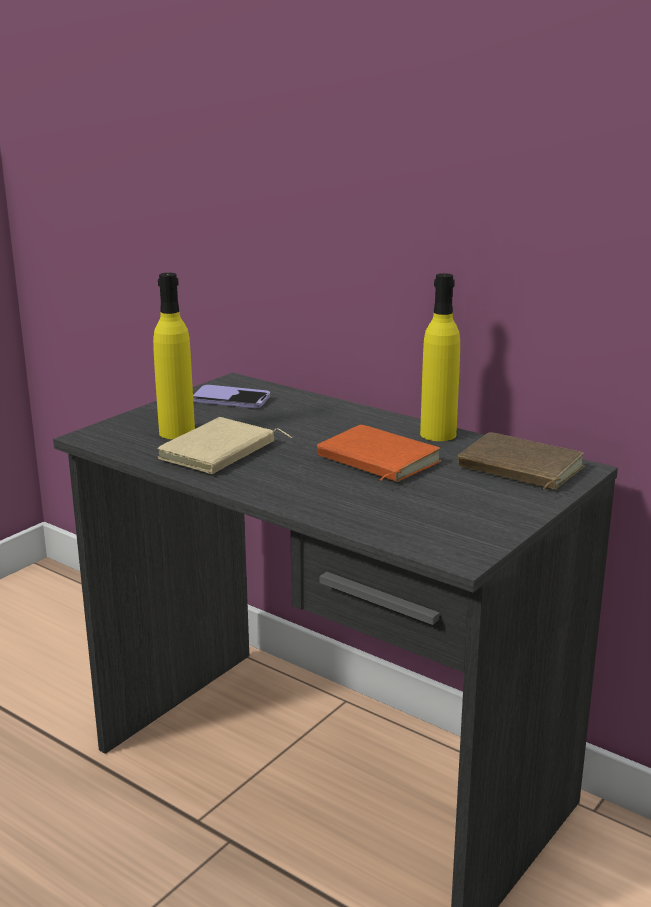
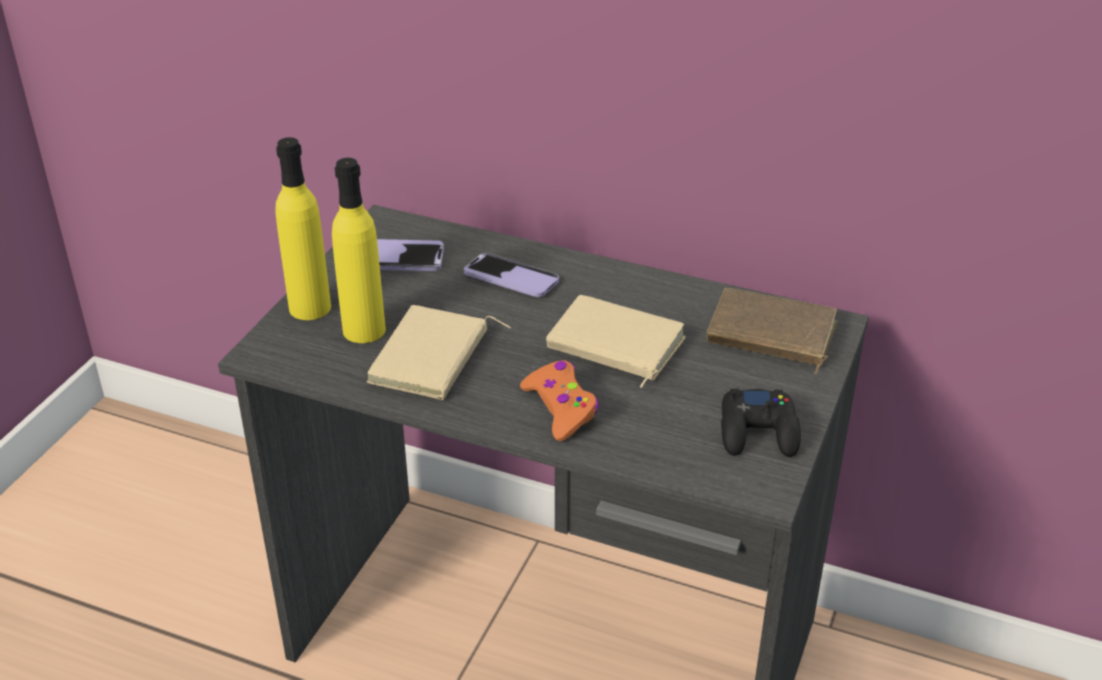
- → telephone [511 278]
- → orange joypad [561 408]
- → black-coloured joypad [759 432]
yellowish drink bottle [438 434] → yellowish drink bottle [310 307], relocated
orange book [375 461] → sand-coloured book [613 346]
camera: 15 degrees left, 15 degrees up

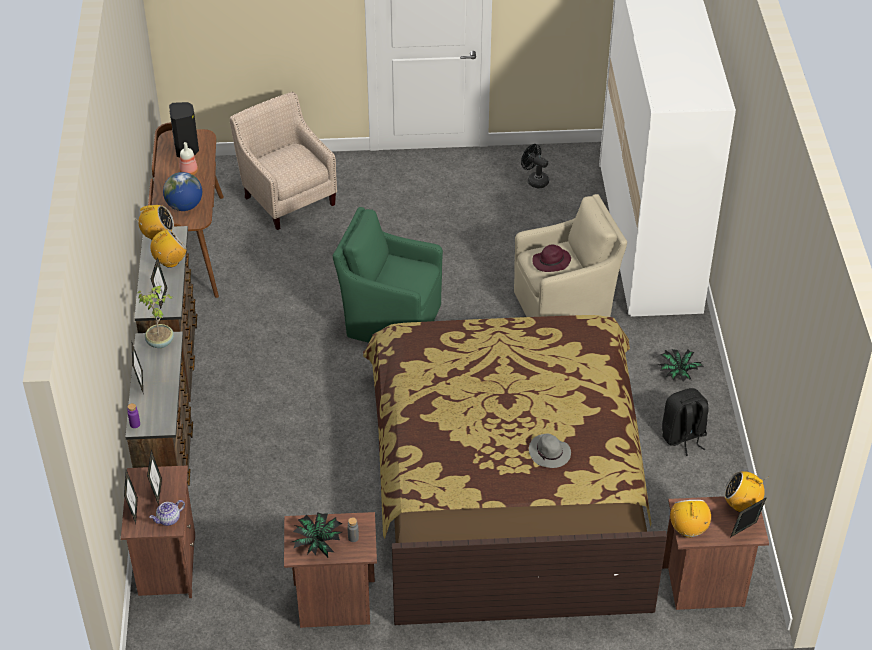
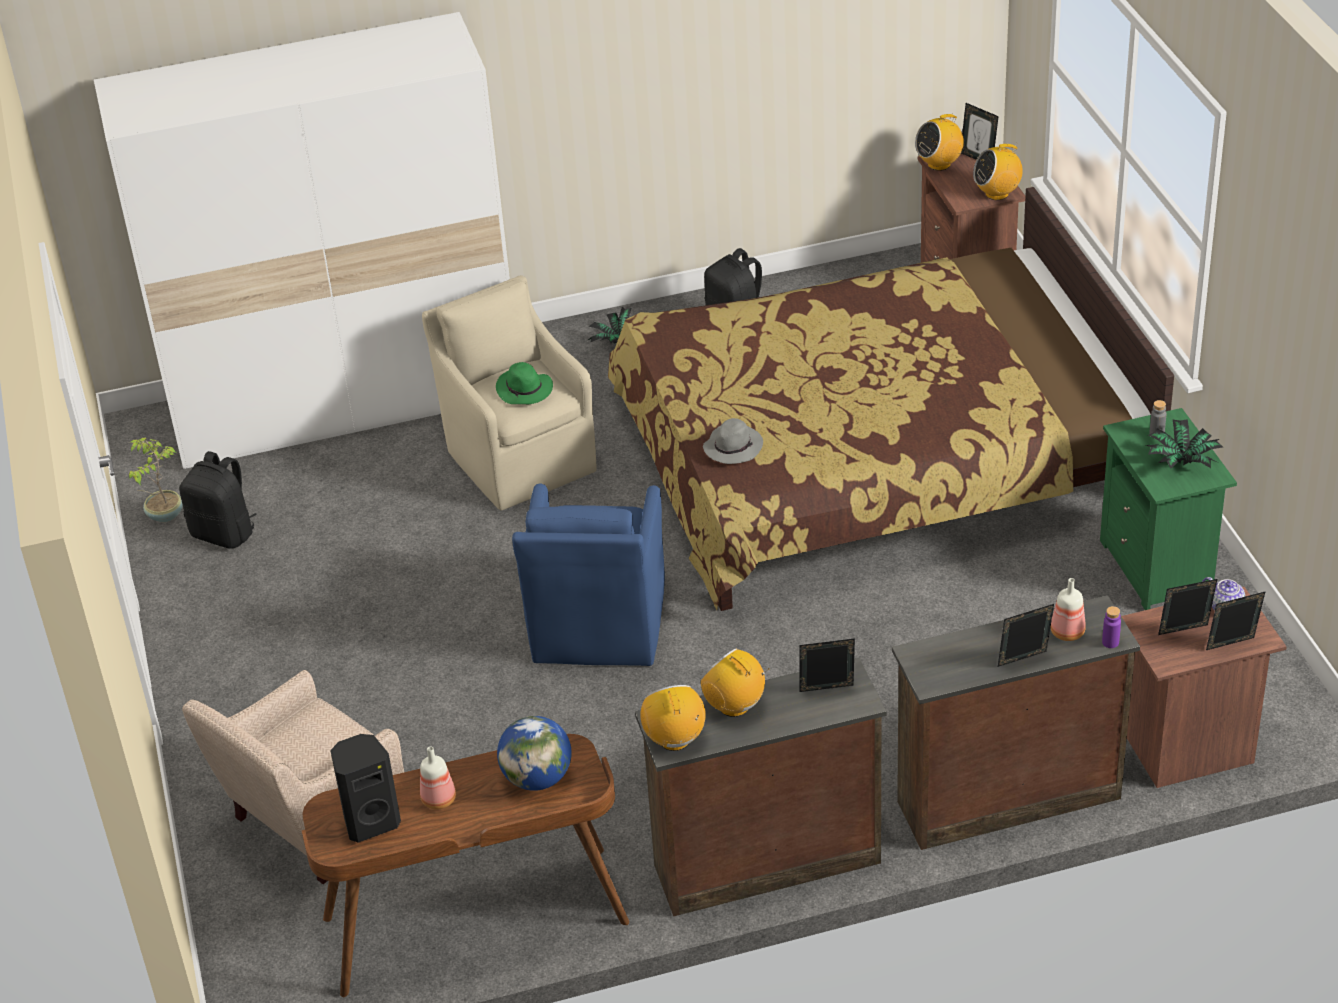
- → drink bottle [1066 633]
houseplant [160 342] → houseplant [164 515], relocated
greyish hat [550 453] → greyish hat [733 447], relocated
black-coloured cooling fan [535 180] → black-coloured rucksack [224 533]
brown-coloured bedside table [334 604] → green-coloured bedside table [1158 568]
green-coloured lounge chair [390 320] → bluish lounge chair [598 627]
purple hat [551 262] → green-coloured hat [525 390]
radio [741 505] → radio [939 164], 60 degrees clockwise
camera: 100 degrees left, 5 degrees down

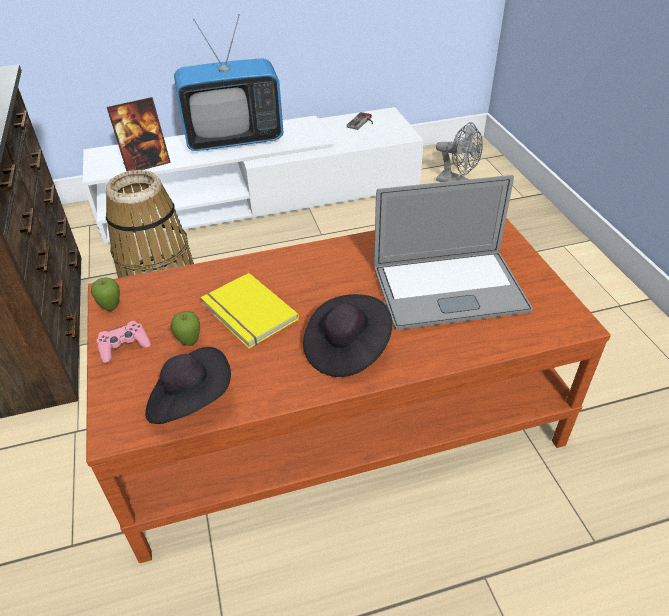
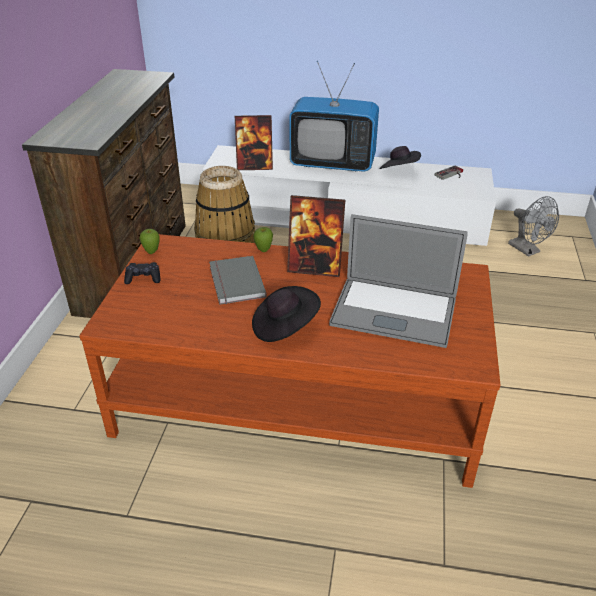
- → standing frame [315 268]
black-coloured hat [191 400] → black-coloured hat [399 170], relocated
apple [190 342] → apple [263 250], relocated
pinkish joypad [124 347] → black-coloured joypad [143 278]
yellowish book [247 313] → greyish book [235 282]
camera: 25 degrees right, 5 degrees down

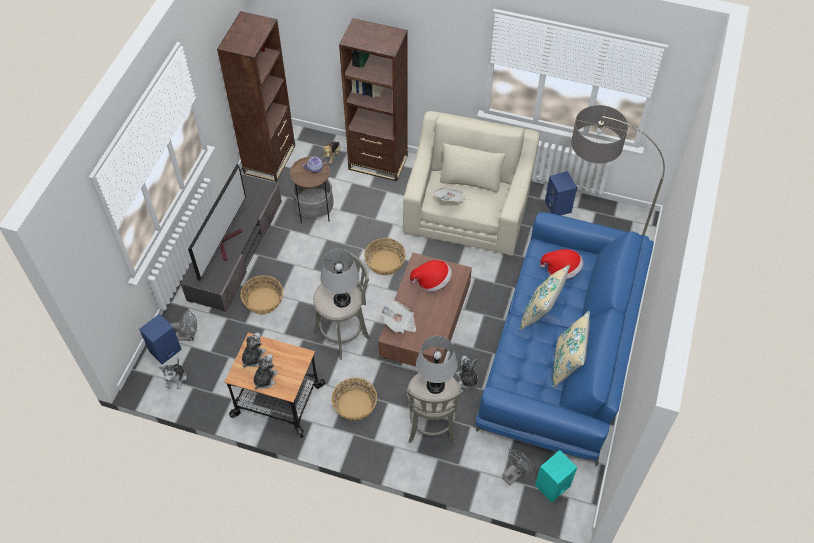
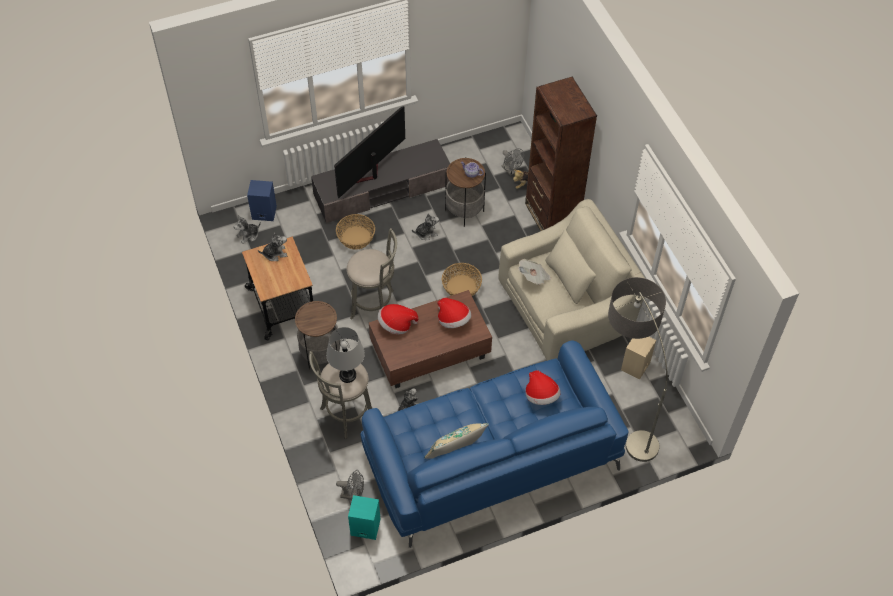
brown-coloured bookshelf [270 159] → -
greyish lamp for a table [342 300] → -
sand-coloured cushion [541 312] → -
greyish cooling fan [189 336] → greyish cooling fan [511 171], relocated
plush toy [265 378] → plush toy [426 233], relocated
household basket [354 405] → side table [321 354]
printed paper [399 323] → hat [396 325]
bluish loudspeaker [558 207] → sand-coloured loudspeaker [635 367]
TV set [226 242] → TV set [369 175], 150 degrees clockwise
camera: 50 degrees right, 0 degrees up

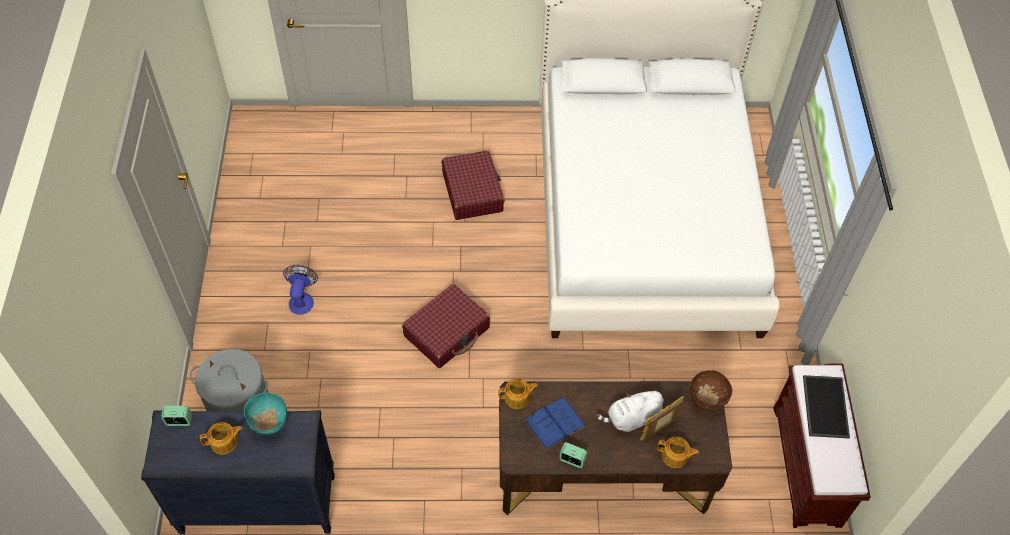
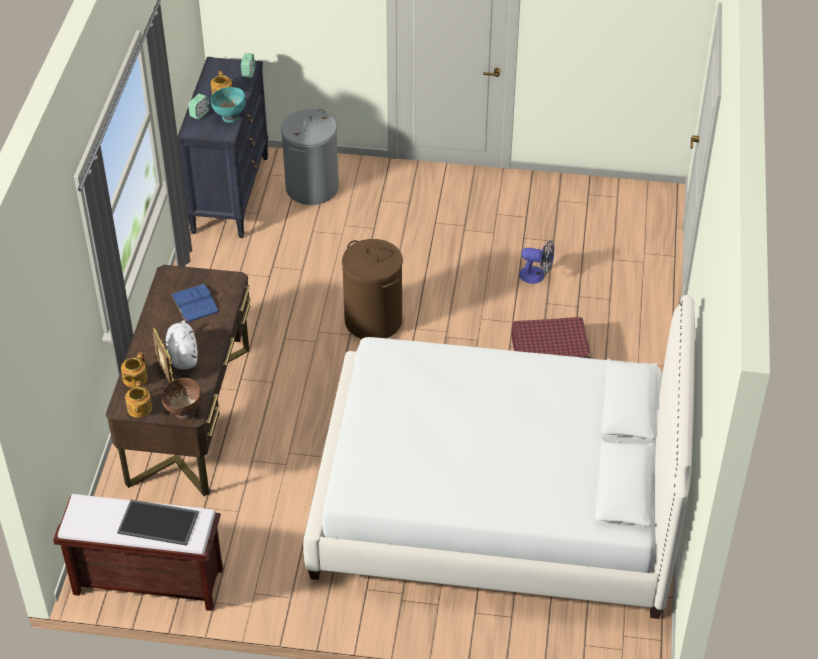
cooling fan [302 299] → cooling fan [536 275], relocated
tea pot [517 398] → tea pot [139 409], relocated
table clock [572 460] → table clock [199 114], relocated
red-coloured travel case [447 332] → brown-coloured laundry basket [373 320]
camera: 100 degrees right, 10 degrees down

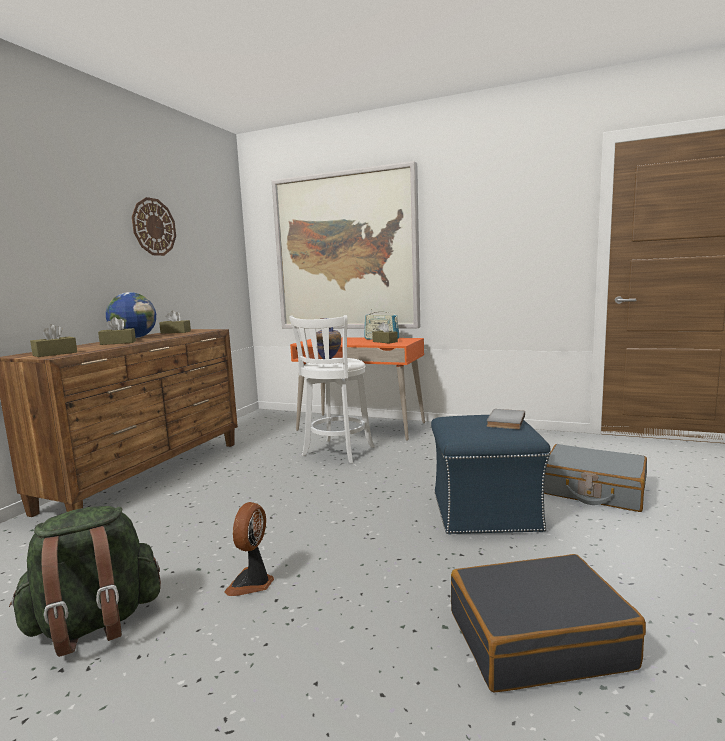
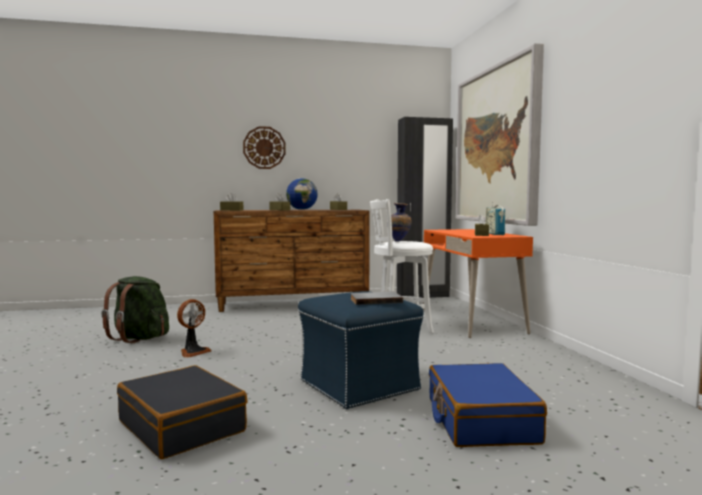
- → black-coloured armoire [423 296]
clock on the wall [154 227] → clock on the wall [264 147], relocated
greyish travel case [593 490] → bluish travel case [480 420]
cooling fan [252 583] → cooling fan [193 352], 150 degrees clockwise
camera: 55 degrees right, 5 degrees down

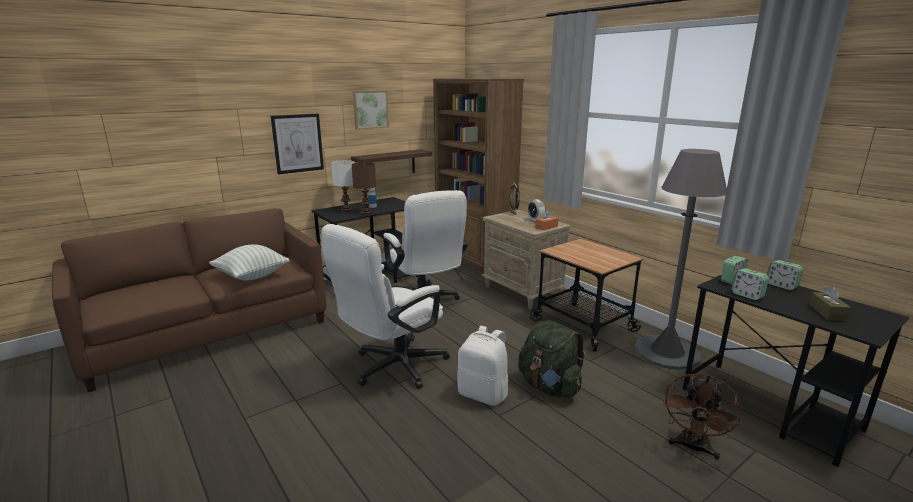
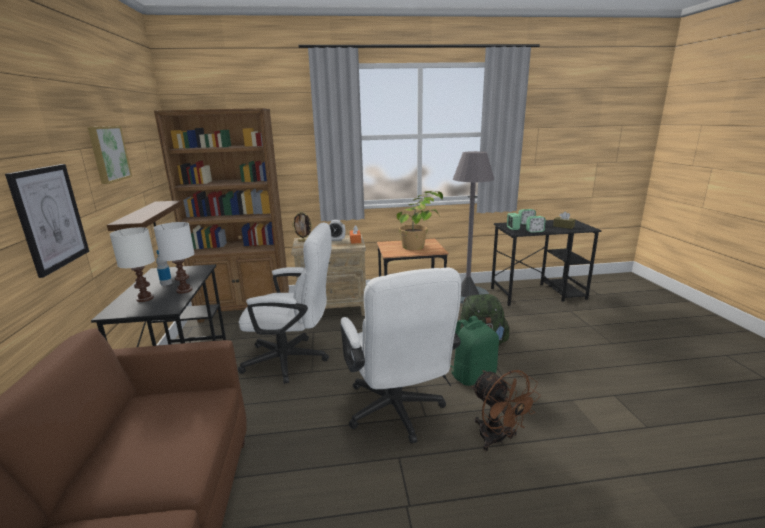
cushion [251 276] → -
- → houseplant [421 244]
brown-coloured cooling fan [693 448] → brown-coloured cooling fan [497 439], relocated
brown-coloured lamp for a table [365 213] → white lamp for a table [183 290]
white rucksack [483 394] → green-coloured rucksack [472 375]
camera: 60 degrees left, 0 degrees up

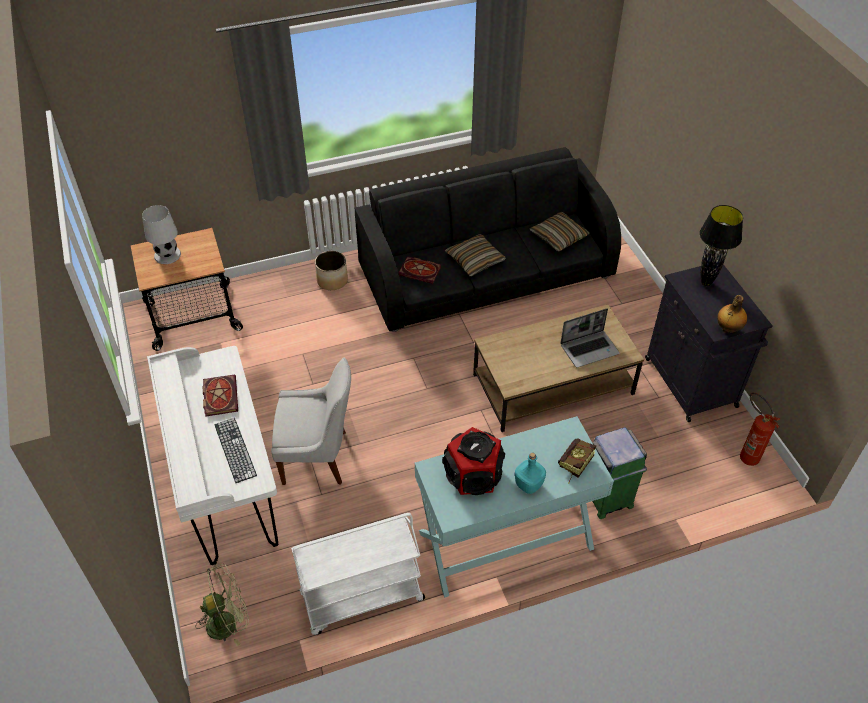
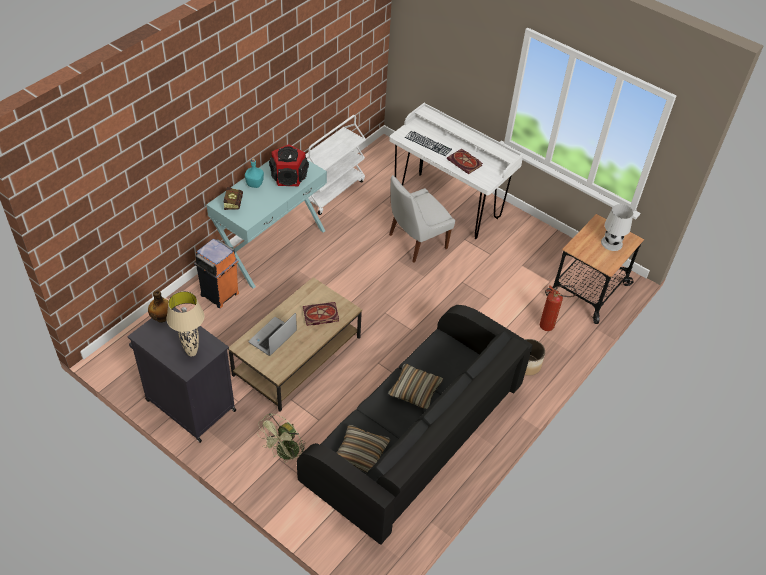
green-coloured cooling fan [228 621] → green-coloured cooling fan [285 454], relocated
book [421 271] → book [320 315], relocated
extinguisher [745 454] → extinguisher [550 327], relocated
green-coloured waste bin [607 497] → orange waste bin [220 294]
black-coloured lamp for a table [706 282] → sand-coloured lamp for a table [192 353]
camera: 145 degrees right, 0 degrees up

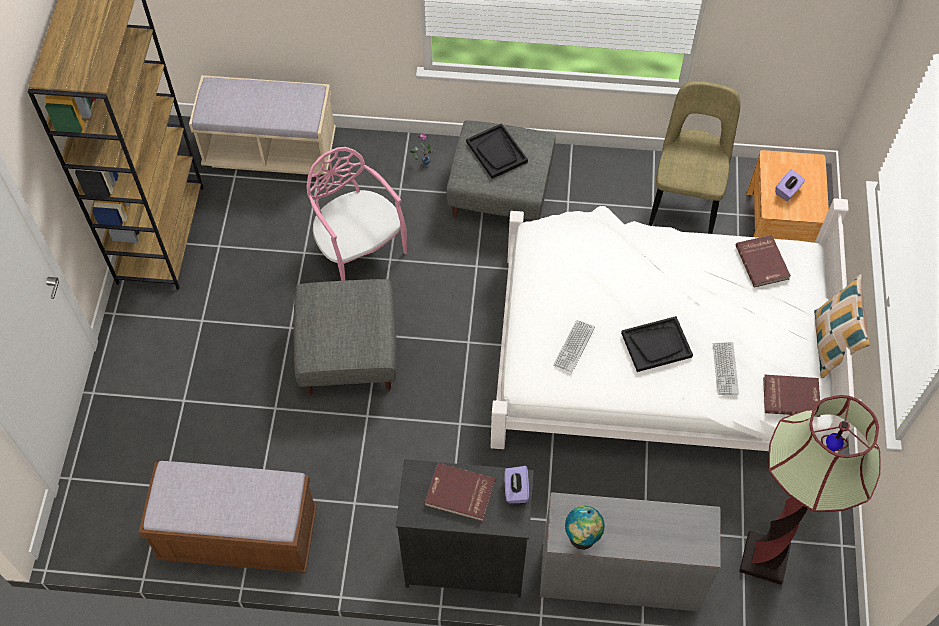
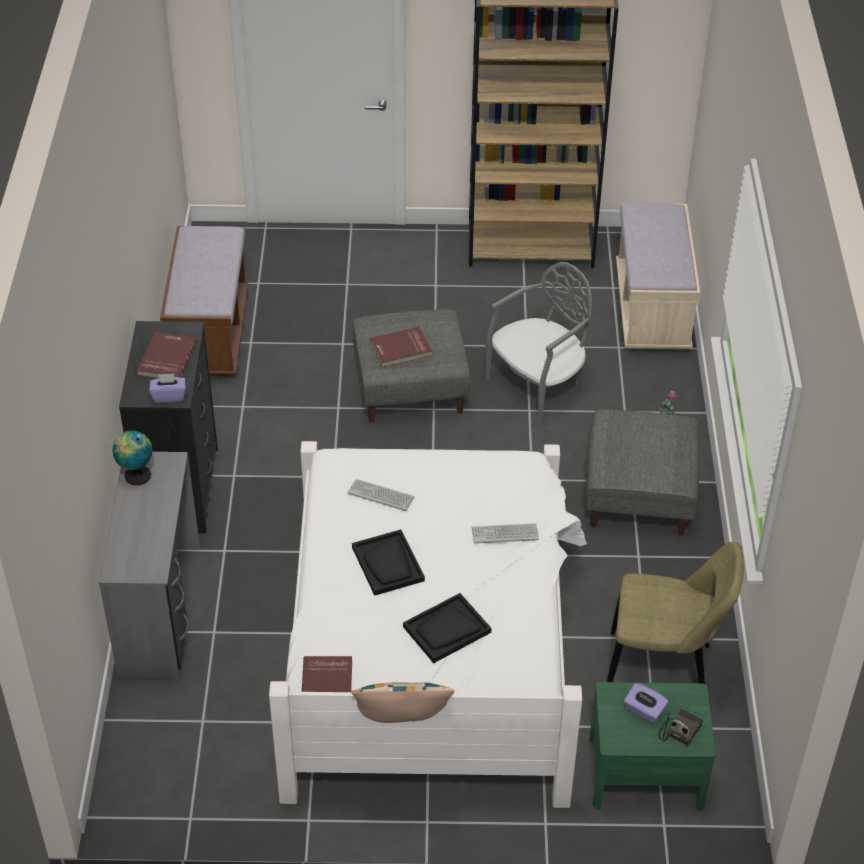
standard lamp [764 558] → -
- → radio [679 731]
black-coloured tray [497 152] → black-coloured tray [446 630], relocated
keyboard [725 369] → keyboard [505 534], relocated
red-coloured book [763 262] → red-coloured book [401 349], relocated
pinkish upright chair [359 249] → greyish upright chair [538 385]
brown-coloured bedside table [779 225] → green-coloured bedside table [645 772]
camera: 85 degrees right, 15 degrees down

